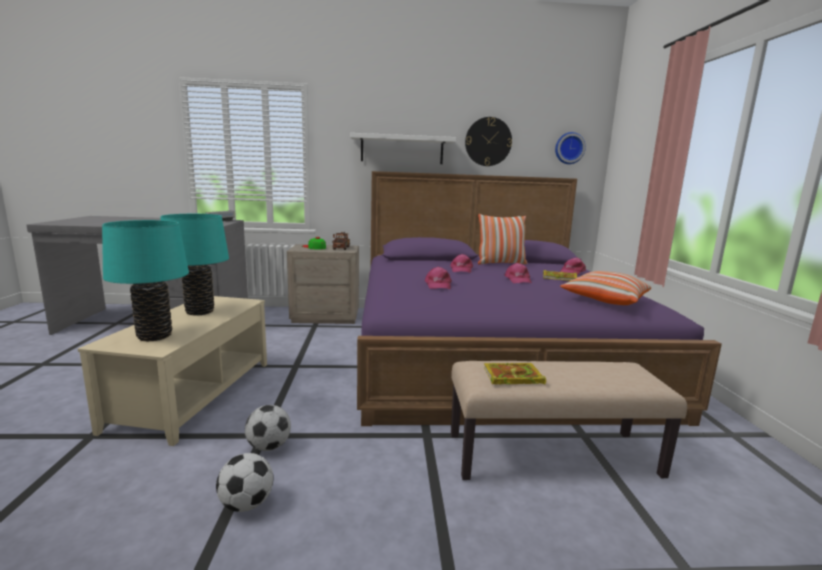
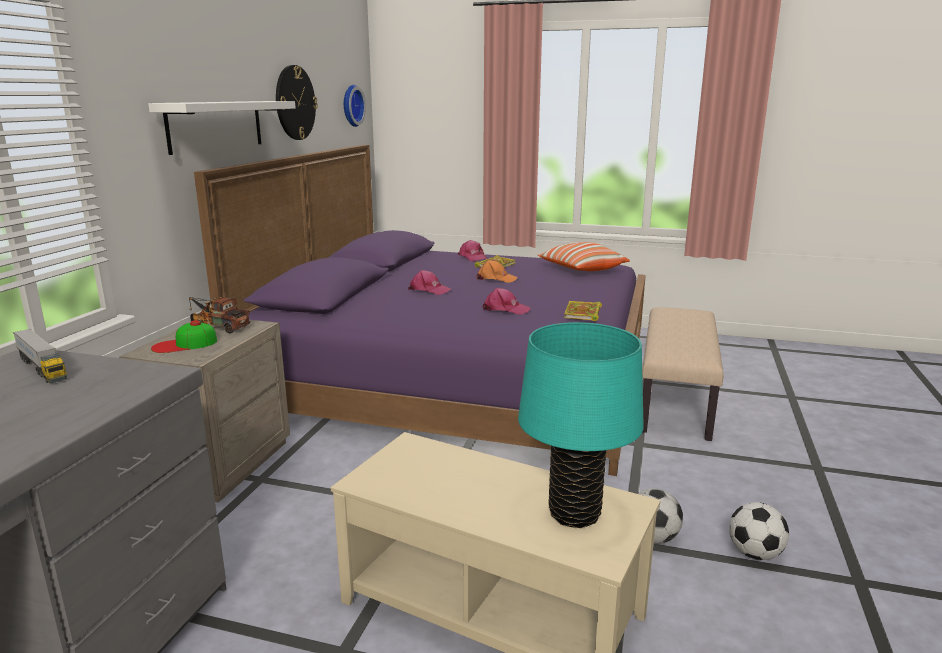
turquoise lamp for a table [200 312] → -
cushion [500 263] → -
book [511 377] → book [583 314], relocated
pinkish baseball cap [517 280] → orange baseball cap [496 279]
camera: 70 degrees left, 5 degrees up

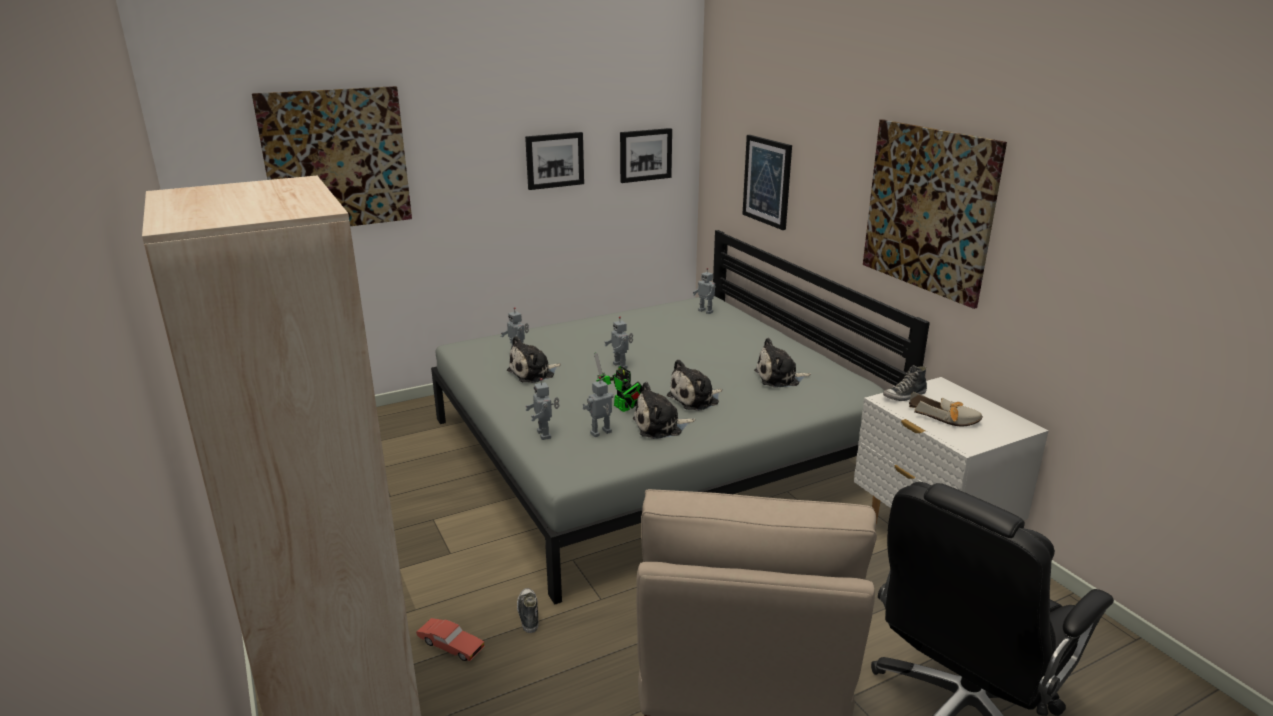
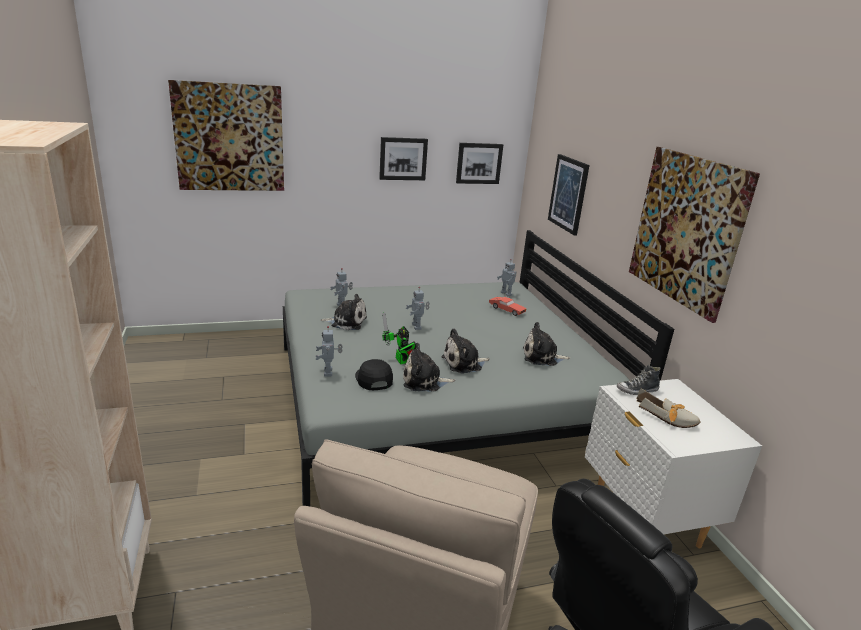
shoe [528 614] → -
red-coloured model car [450 646] → red-coloured model car [506 310], relocated
robot figure [601 433] → black-coloured baseball cap [373 379]
plush toy [534 373] → plush toy [346 322], 150 degrees counterclockwise
camera: 10 degrees right, 0 degrees up

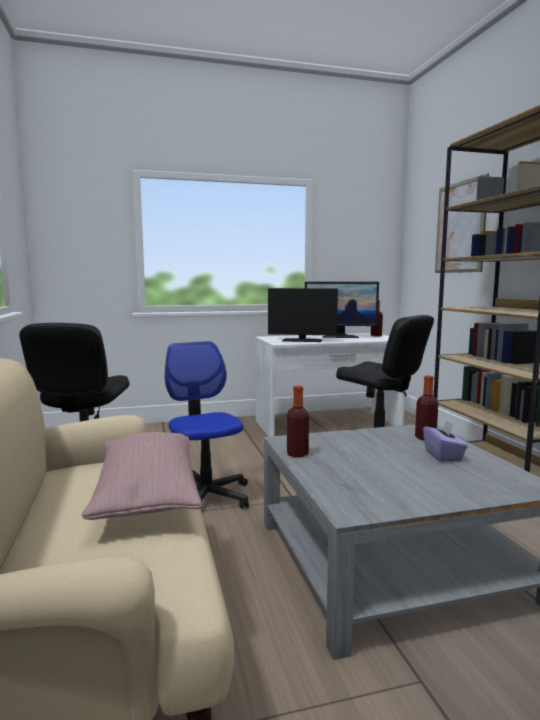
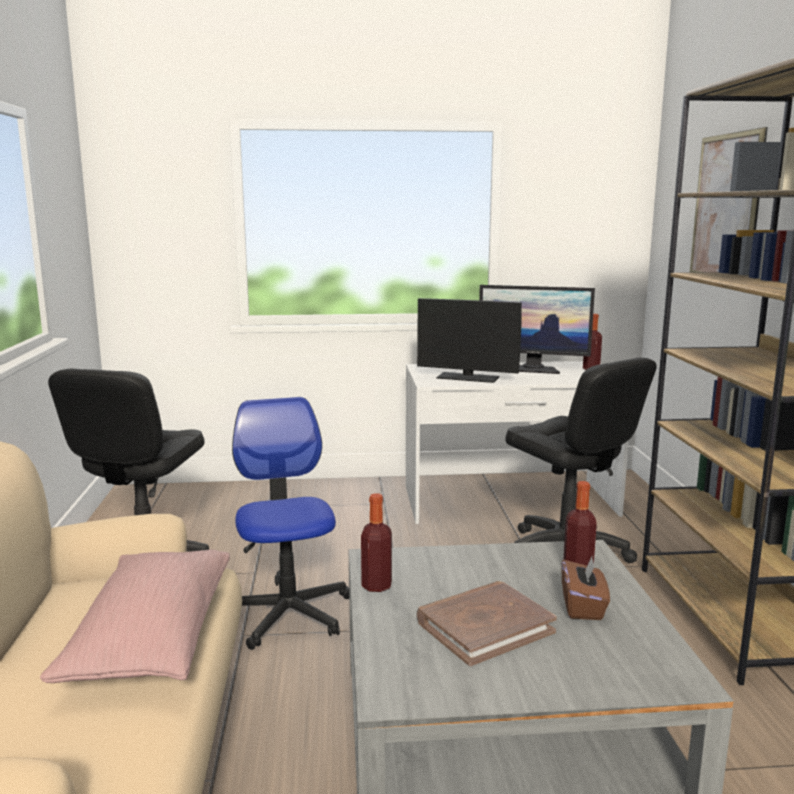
- → brown-coloured book [485 627]
purple box of tissues [443 455] → brown-coloured box of tissues [583 606]
camera: 10 degrees right, 5 degrees up

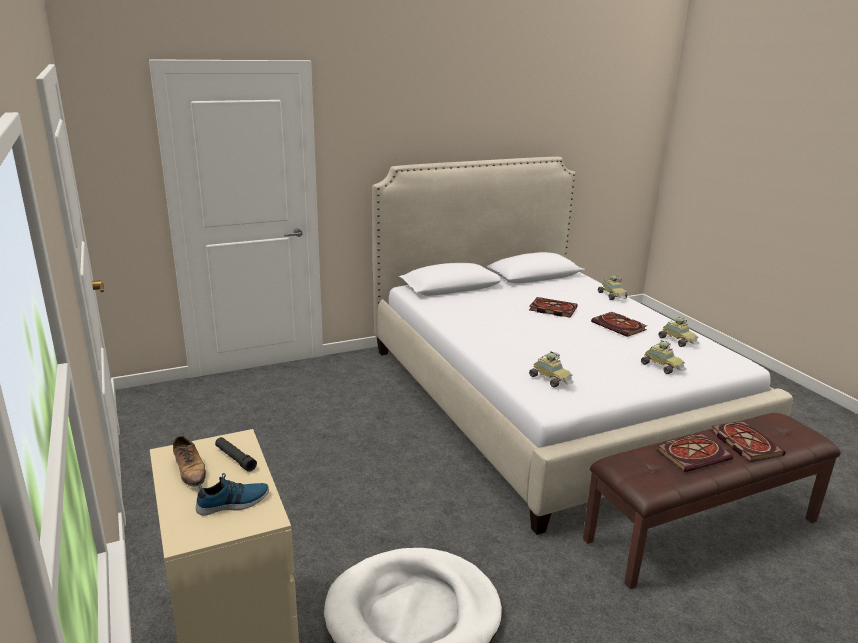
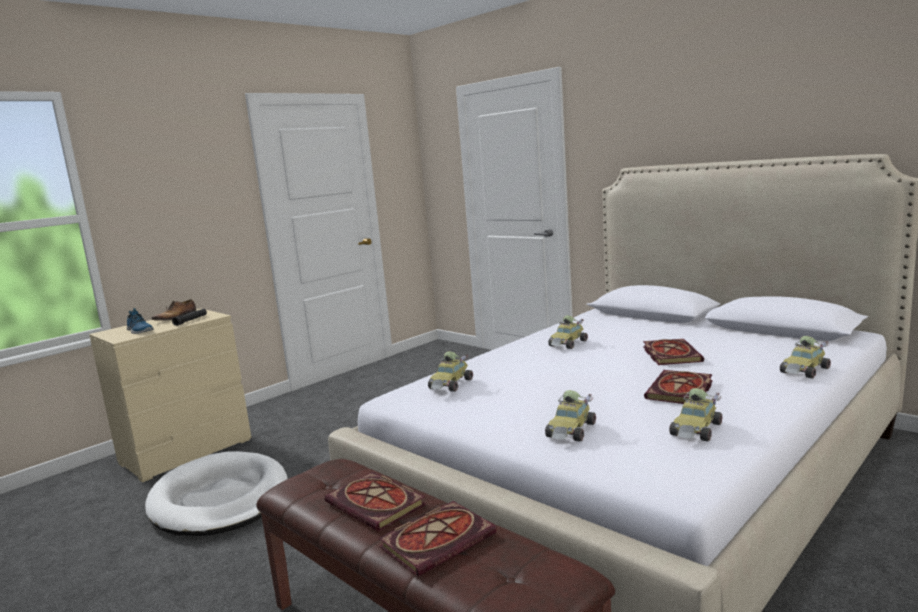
- → model car [568 344]
camera: 70 degrees right, 10 degrees down

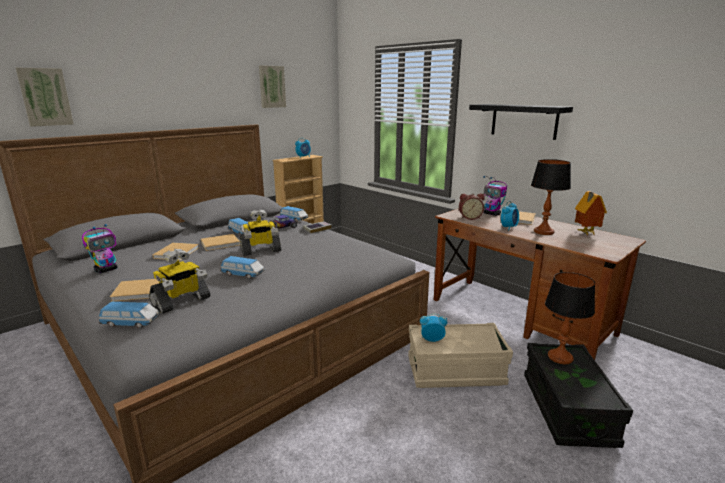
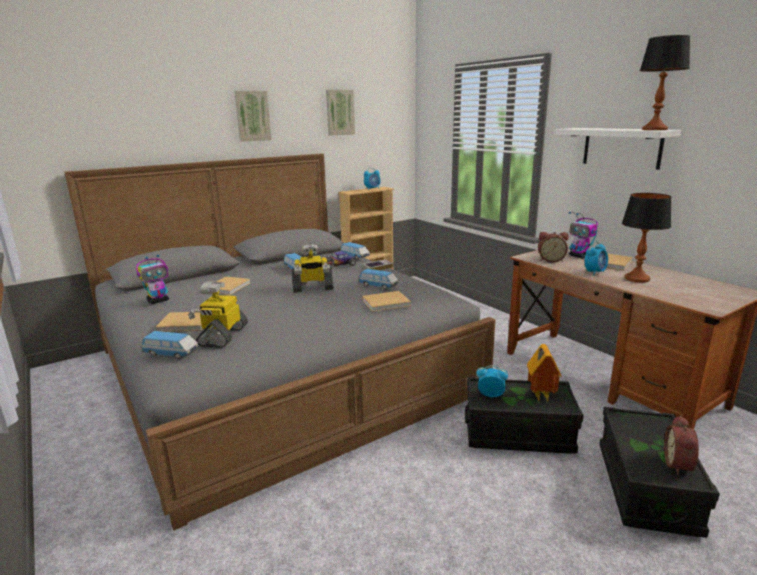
- → table clock [680 465]
picture [45 97] → picture [252 116], relocated
sand-coloured book [221 243] → sand-coloured book [387 303], relocated
model car [243 274] → model car [378 286], relocated
lamp for a table [560 357] → lamp for a table [654 129], relocated
model house [585 233] → model house [539 396], relocated
sand-coloured storage bin [455 371] → black-coloured storage bin [517 433]
black-coloured wall shelf [524 121] → white wall shelf [621 147]
robot figure [181 302] → robot figure [222 336], 135 degrees clockwise
camera: 10 degrees right, 0 degrees up

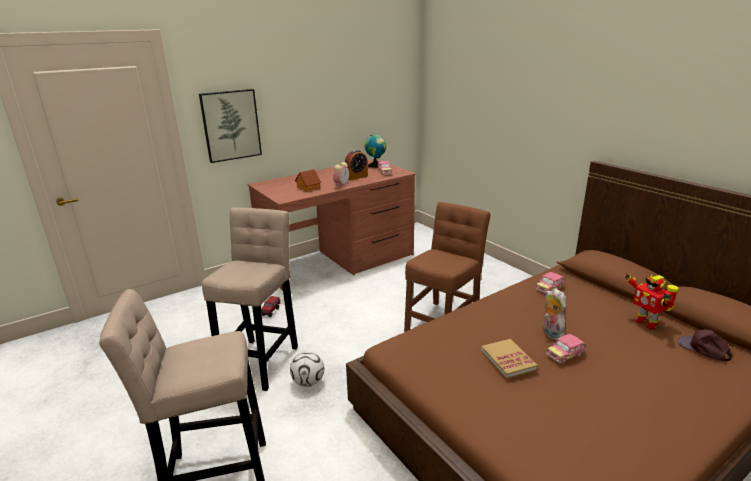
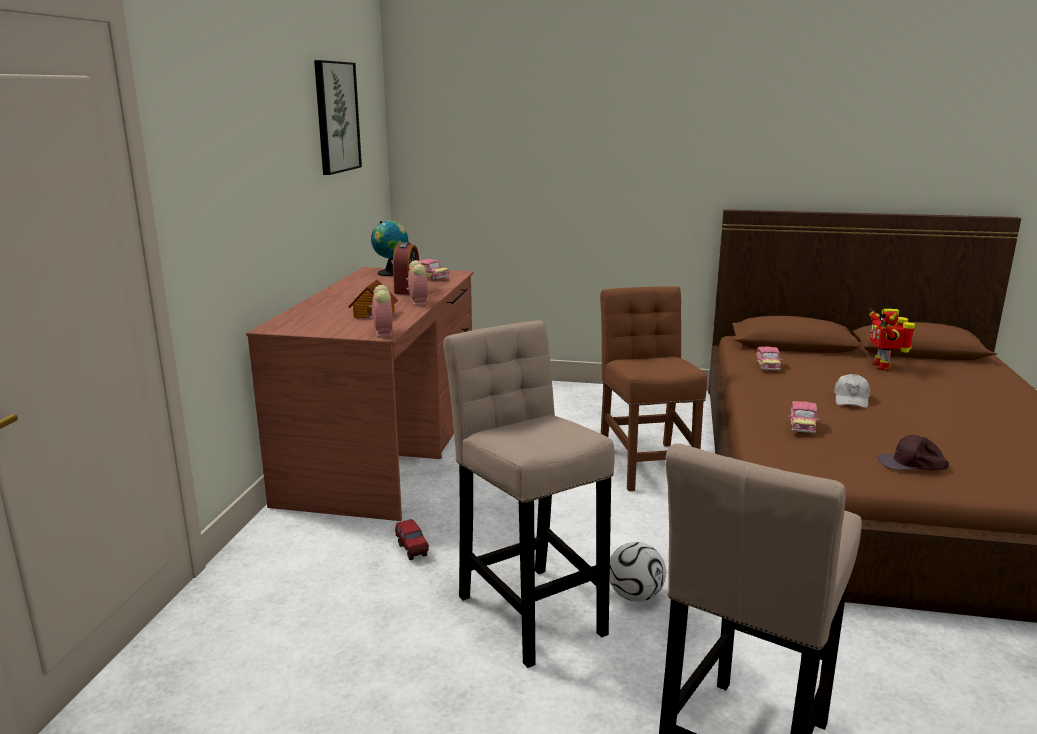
book [508 360] → -
- → table clock [383 332]
picture [231 125] → picture [336 117], relocated
model car [565 355] → model car [802 426], relocated
brown-coloured baseball cap [703 349] → brown-coloured baseball cap [912 464], relocated
plush toy [550 333] → white baseball cap [851 399]
robot figure [646 323] → robot figure [882 366], 75 degrees clockwise
camera: 45 degrees left, 5 degrees down

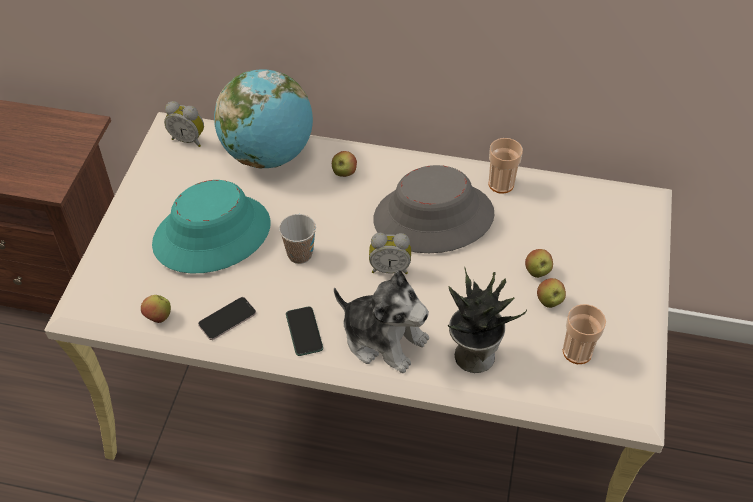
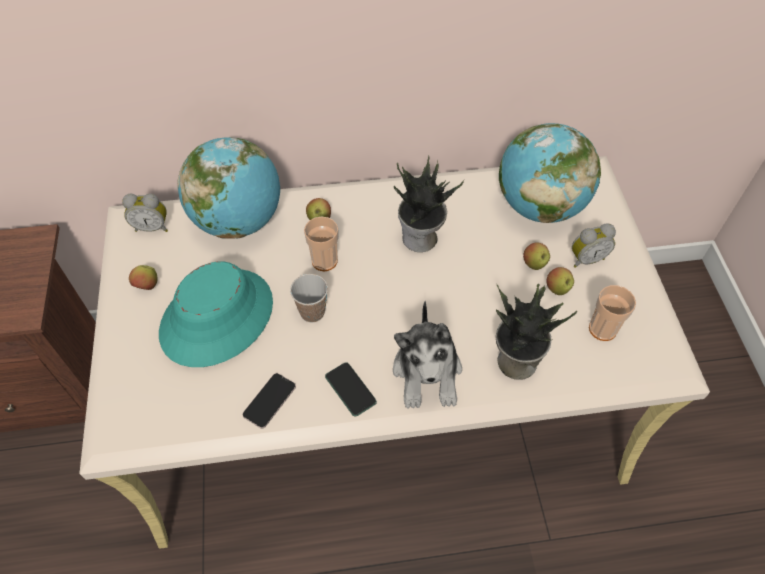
- → world globe [539 206]
apple [158 317] → apple [147 286], relocated
table clock [389 268] → table clock [586 258], relocated
small cup [501 184] → small cup [324 260], relocated
greyish hat [433 218] → houseplant [420 239]
plush toy [383 338] → plush toy [428 372], 75 degrees clockwise
camera: 20 degrees left, 5 degrees up

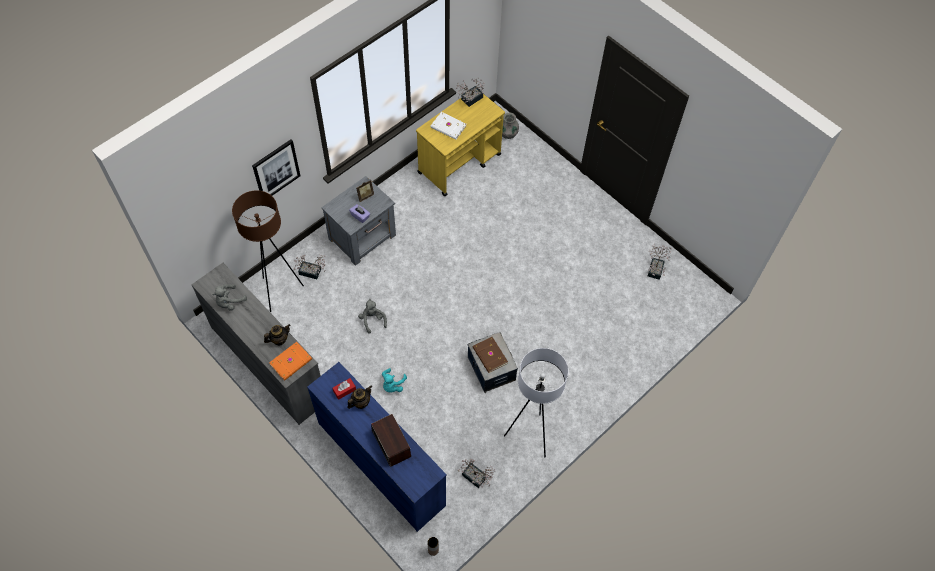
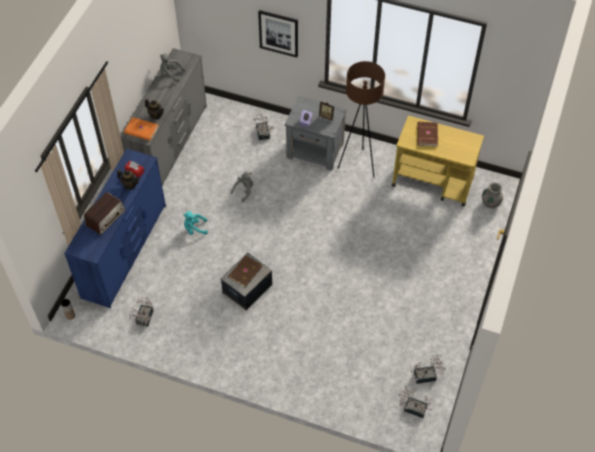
white standard lamp [530 436] → -
brown-coloured standard lamp [279 291] → brown-coloured standard lamp [358 165], relocated
houseplant [470 99] → houseplant [412 407], relocated
white book [448 127] → brown-coloured book [426 135]
camera: 65 degrees right, 5 degrees down

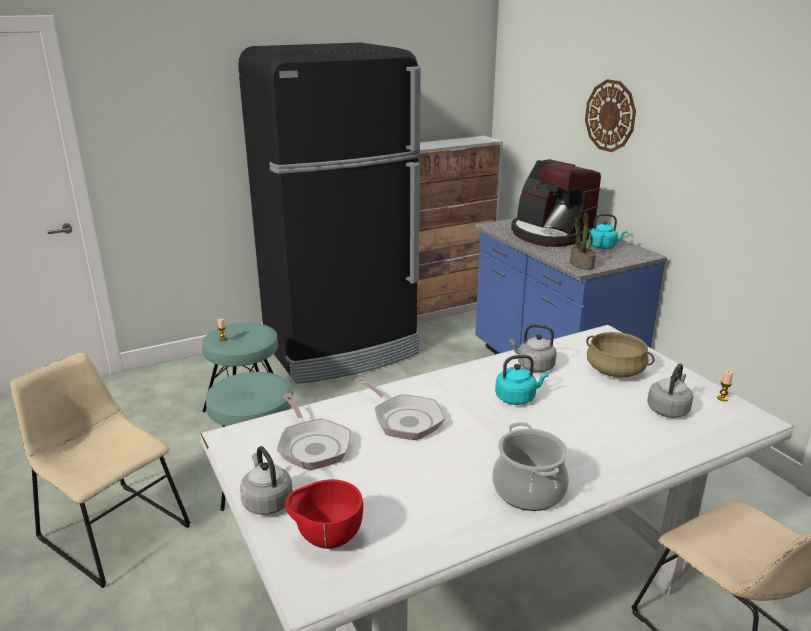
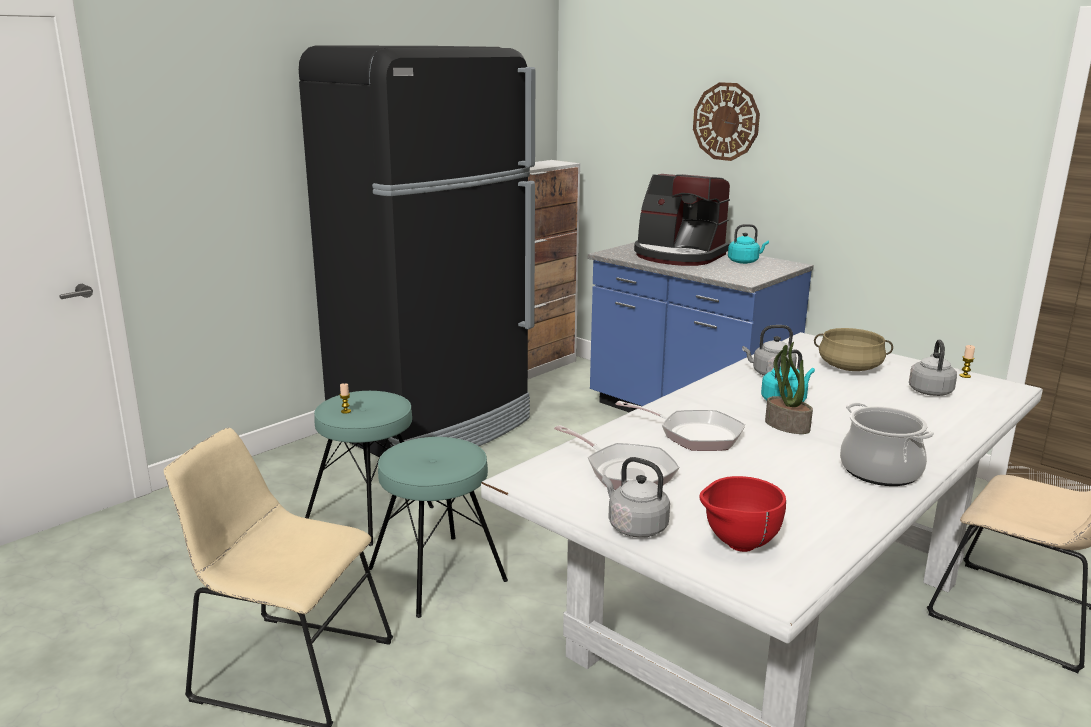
houseplant [581 265] → houseplant [786 426], relocated
camera: 20 degrees left, 5 degrees down

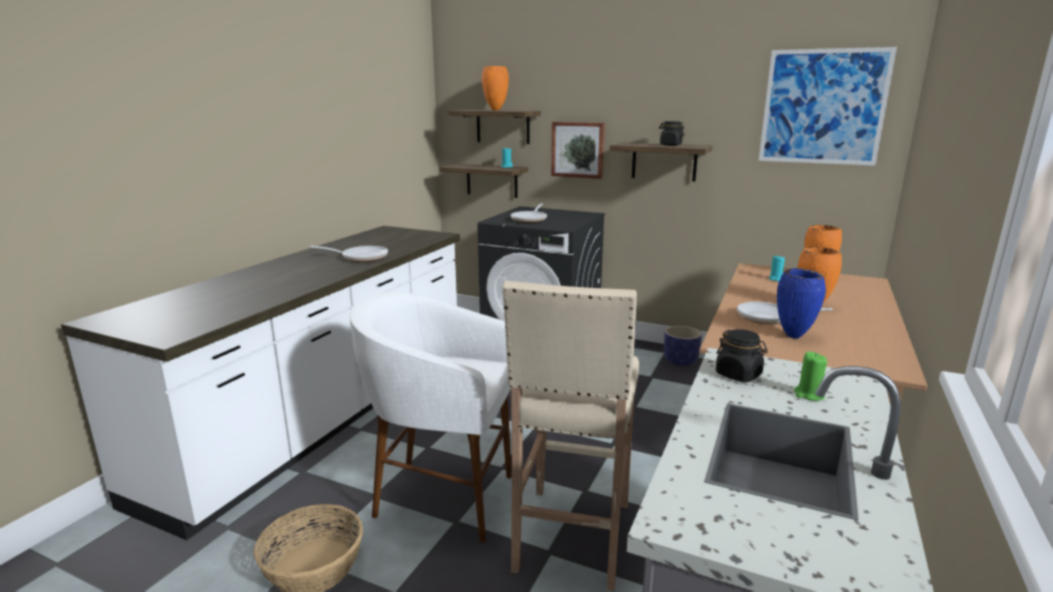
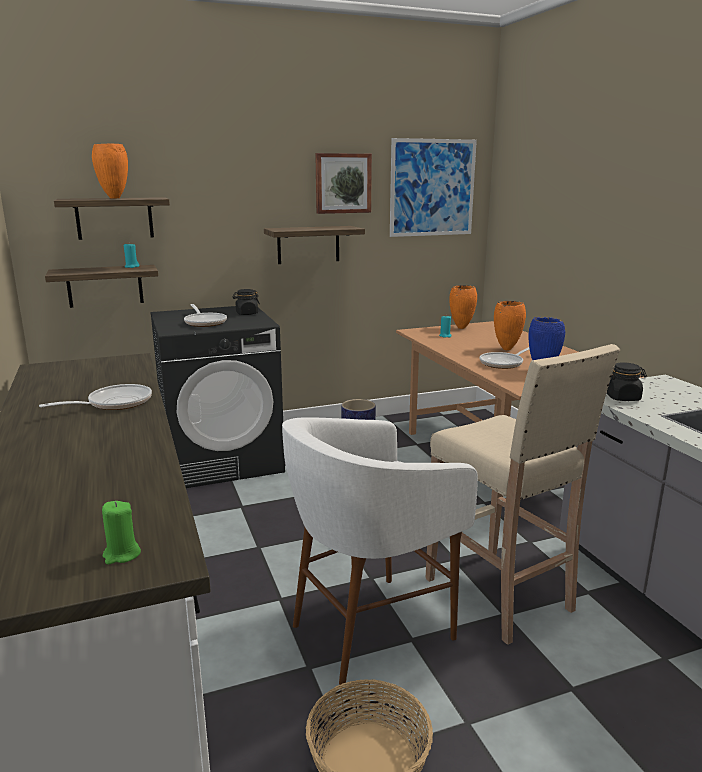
picture [578 149] → picture [343 183], relocated
black-coloured jar [670 145] → black-coloured jar [246 313], relocated
green-coloured wax light [808 395] → green-coloured wax light [121 554], relocated
camera: 45 degrees left, 0 degrees up

